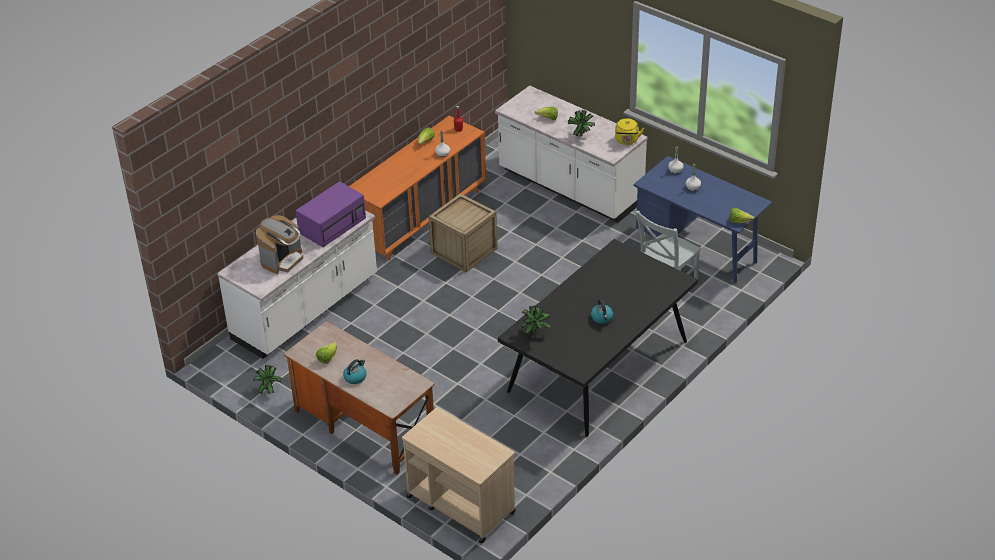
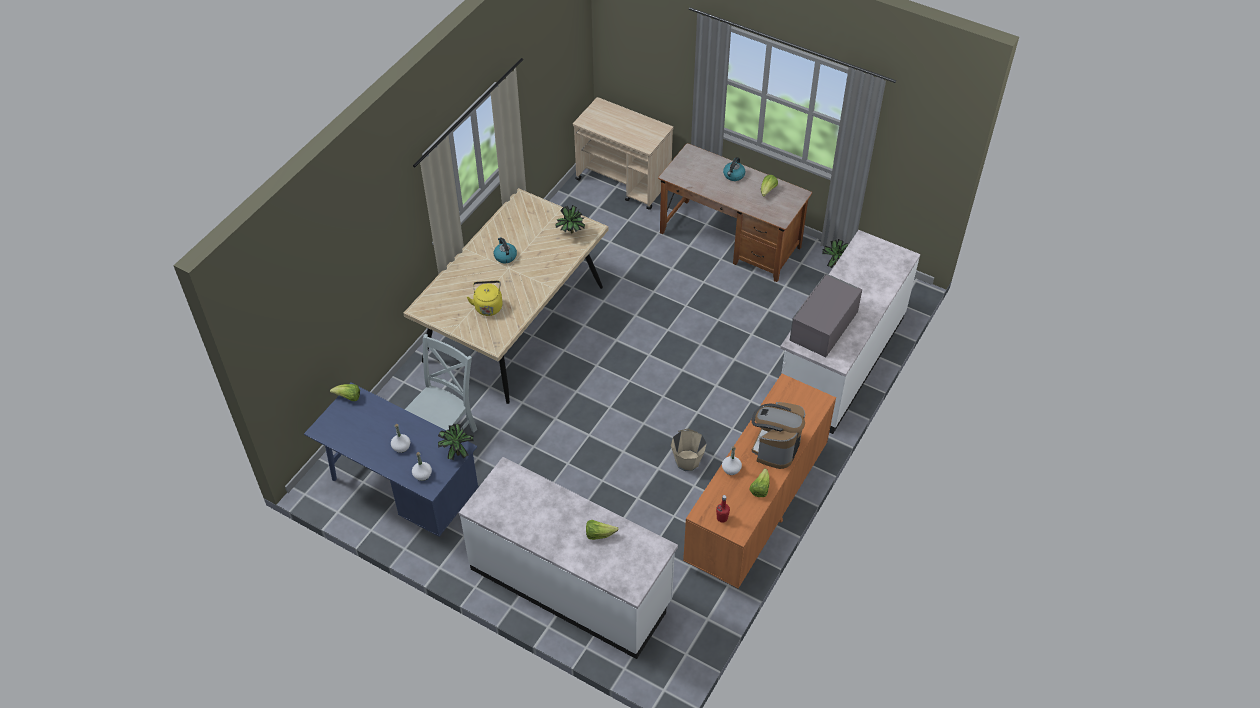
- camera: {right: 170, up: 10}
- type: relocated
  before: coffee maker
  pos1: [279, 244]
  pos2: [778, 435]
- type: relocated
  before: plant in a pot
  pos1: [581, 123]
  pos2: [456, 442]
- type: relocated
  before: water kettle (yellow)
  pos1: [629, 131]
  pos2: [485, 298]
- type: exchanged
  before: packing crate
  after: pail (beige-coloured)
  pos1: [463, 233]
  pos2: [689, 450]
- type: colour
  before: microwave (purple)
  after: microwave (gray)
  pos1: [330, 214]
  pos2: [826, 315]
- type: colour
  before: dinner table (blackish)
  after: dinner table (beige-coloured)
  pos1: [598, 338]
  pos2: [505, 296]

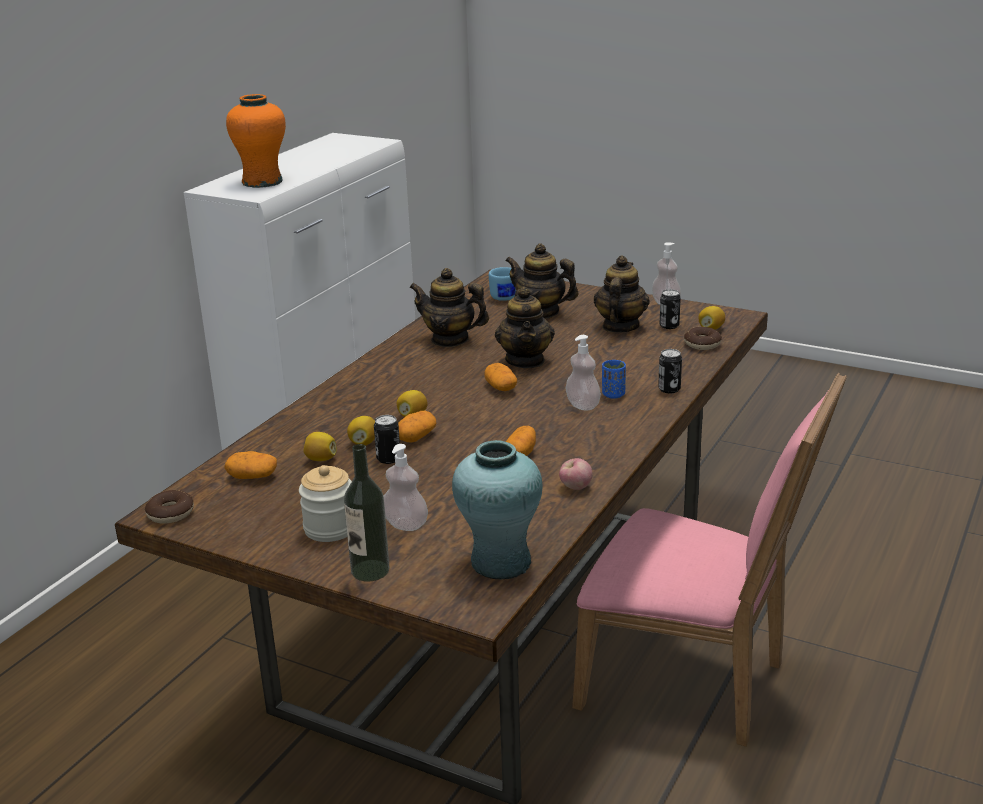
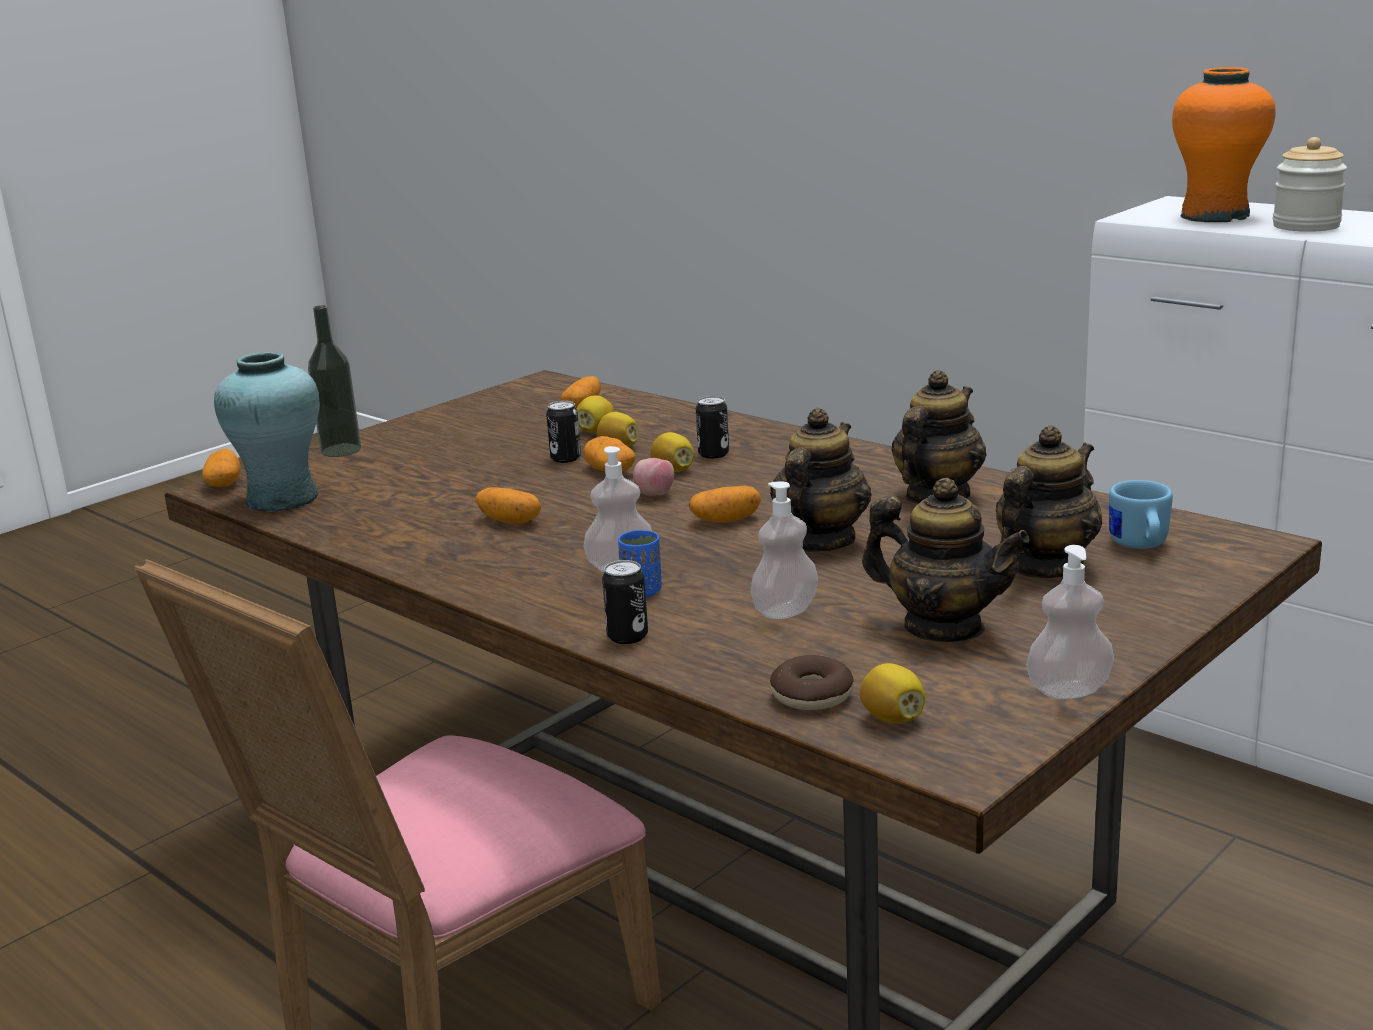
- camera: {right: 105, up: -5}
- type: missing
  before: ring doughnut
  pos1: [169, 507]
- type: appeared
  after: spud
  pos2: [221, 468]
- type: relocated
  before: preserve jar
  pos1: [325, 503]
  pos2: [1310, 184]
- type: relocated
  before: liquid soap bottle
  pos1: [406, 487]
  pos2: [784, 550]
- type: relocated
  before: apple
  pos1: [576, 474]
  pos2: [653, 477]
- type: relocated
  before: metal can
  pos1: [670, 309]
  pos2: [712, 427]
- type: spun
  before: tea pot
  pos1: [525, 327]
  pos2: [821, 480]
  turn: 105

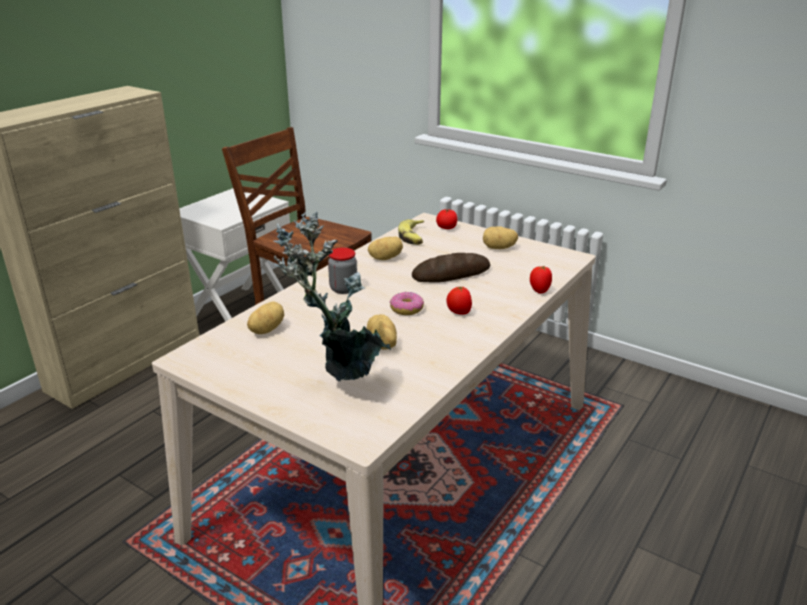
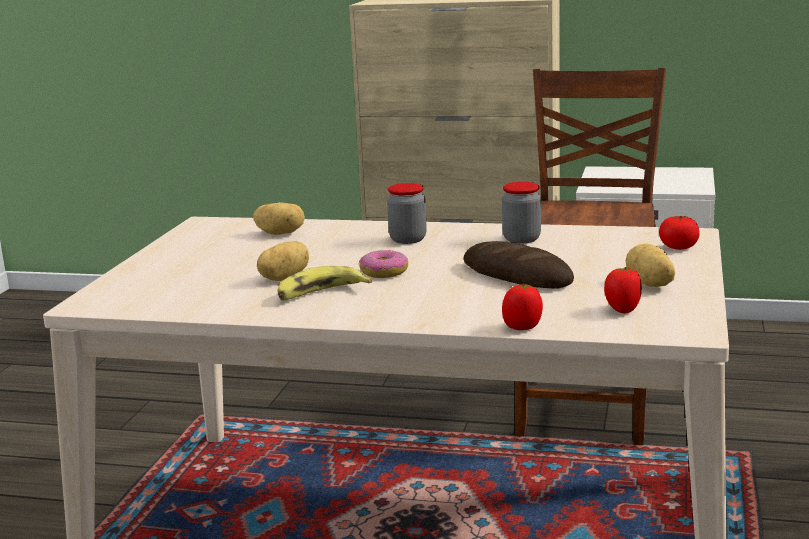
- camera: {right: 70, up: -10}
- type: missing
  before: plant in a pot
  pos1: [332, 297]
- type: relocated
  before: whole banana
  pos1: [411, 232]
  pos2: [324, 283]
- type: relocated
  before: whole tomato
  pos1: [459, 300]
  pos2: [623, 290]
- type: exchanged
  before: spud
  after: preserve jar
  pos1: [385, 248]
  pos2: [521, 213]

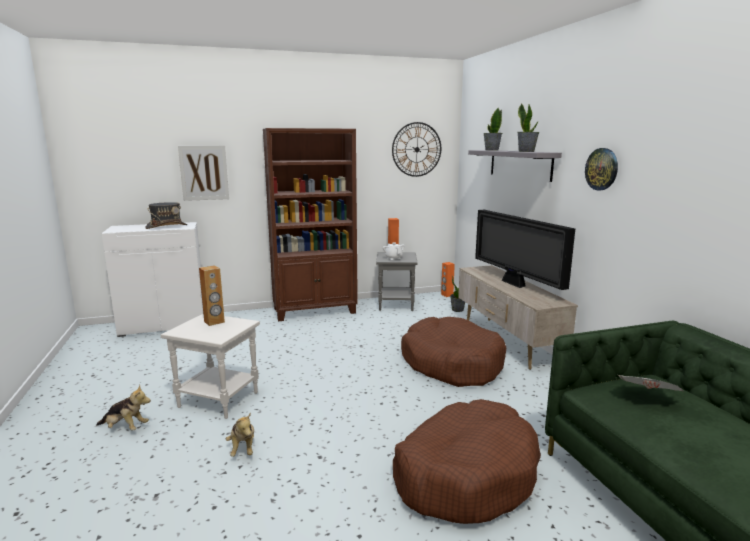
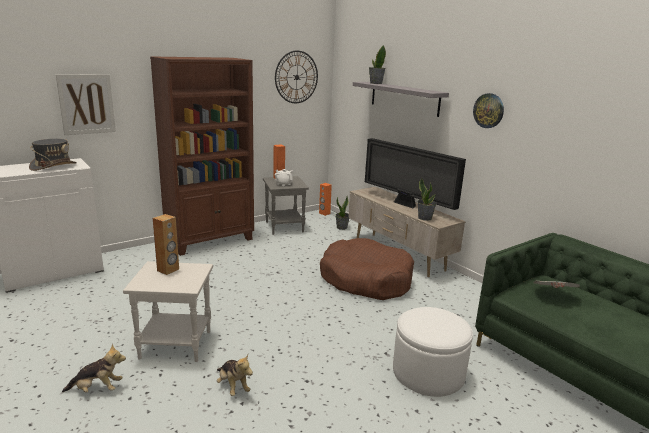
- camera: {right: -20, up: 5}
- type: relocated
  before: plant in a pot
  pos1: [528, 127]
  pos2: [427, 199]
- type: exchanged
  before: dog cushion (brownish)
  after: ottoman (white-coloured)
  pos1: [467, 461]
  pos2: [433, 352]

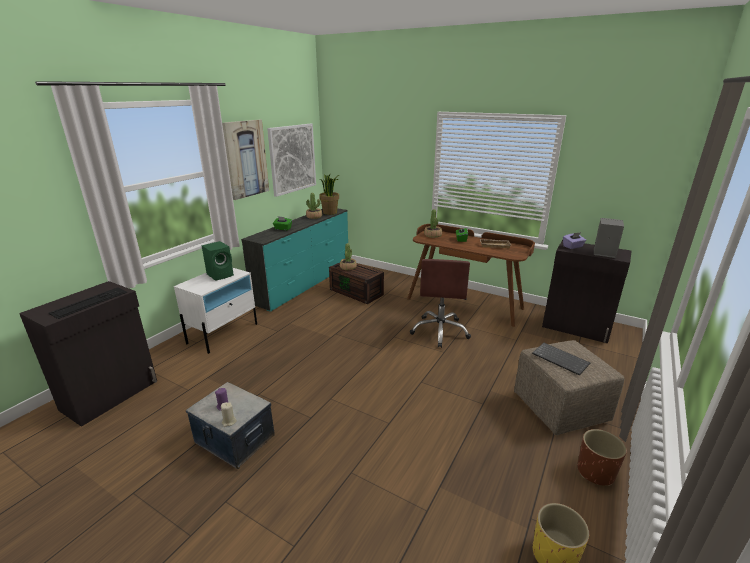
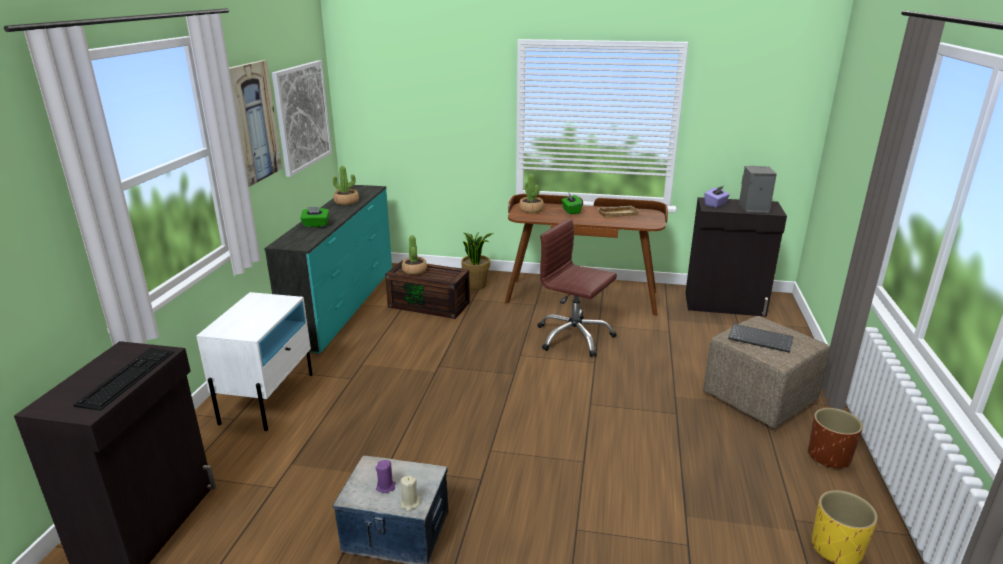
- camera: {right: -20, up: 0}
- type: missing
  before: loudspeaker (greenish)
  pos1: [217, 261]
- type: relocated
  before: plant in a pot
  pos1: [329, 194]
  pos2: [477, 261]
- type: spun
  before: office chair (brownish)
  pos1: [440, 303]
  pos2: [577, 287]
  turn: 135

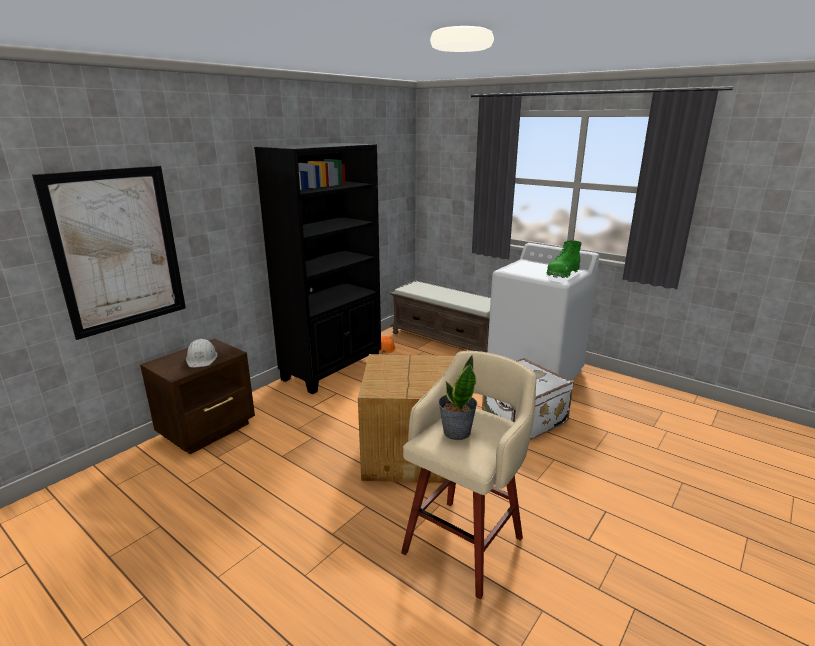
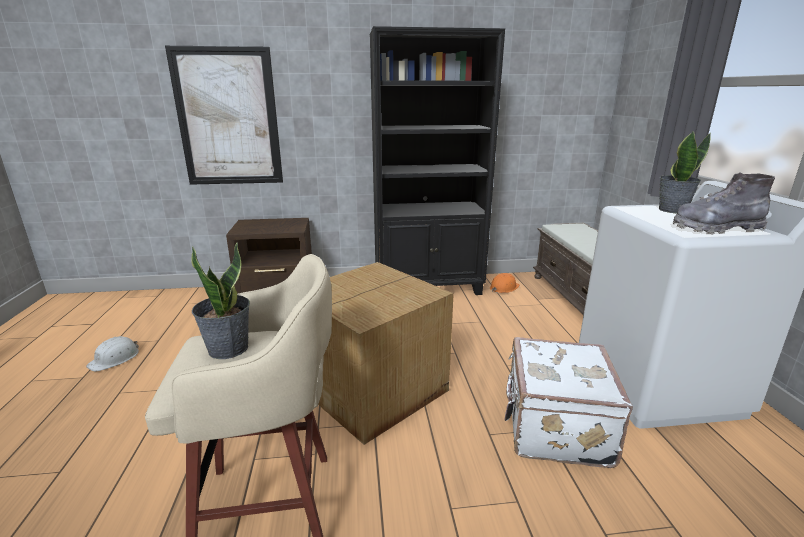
- camera: {right: 45, up: 0}
- type: appeared
  after: plant in a pot
  pos2: [685, 172]
- type: relocated
  before: safety helmet (white-coloured)
  pos1: [202, 353]
  pos2: [112, 354]
- type: colour
  before: boot (greenish)
  after: boot (gray)
  pos1: [564, 259]
  pos2: [724, 203]

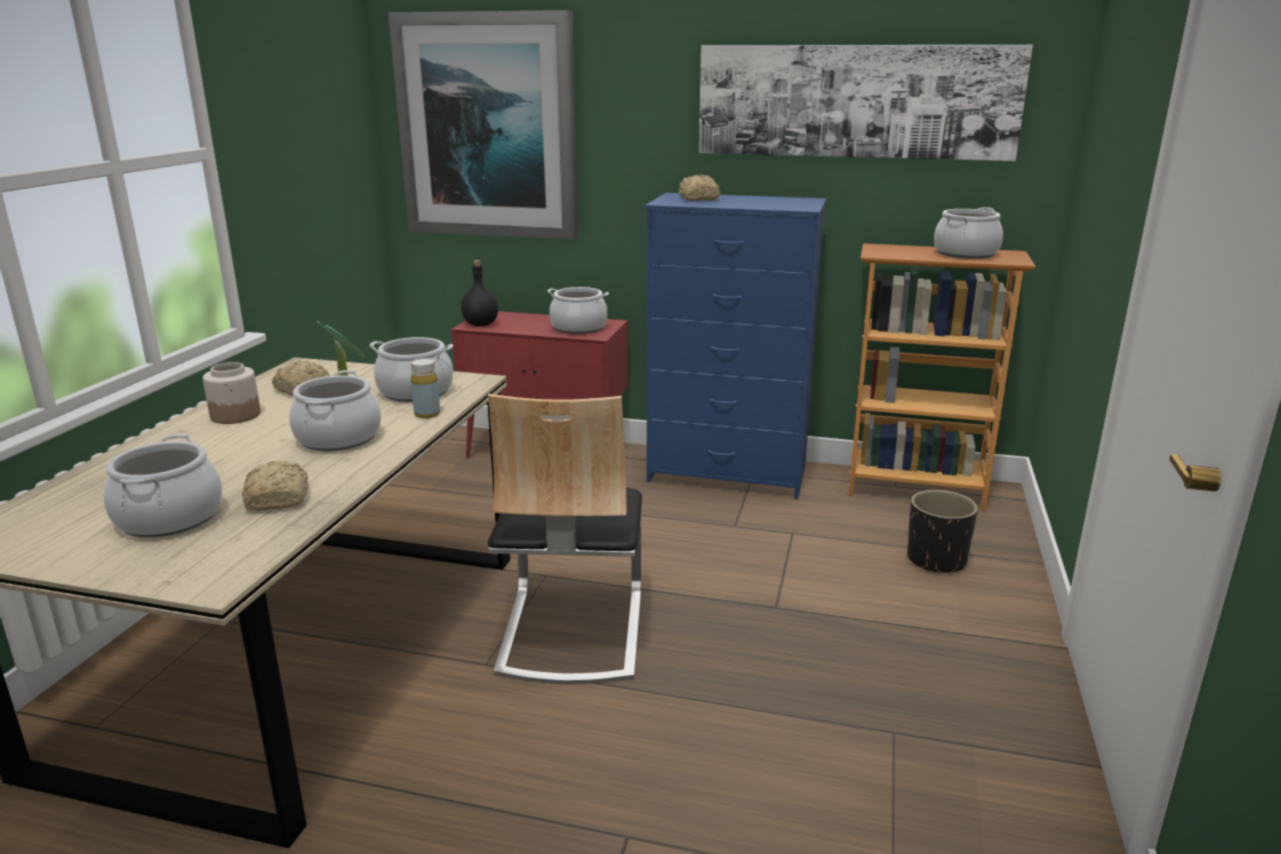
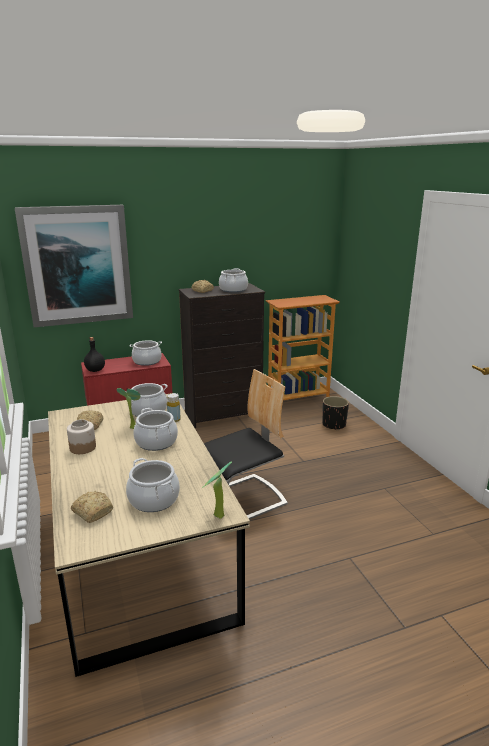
- camera: {right: -35, up: 0}
- type: missing
  before: wall picture
  pos1: [866, 103]
- type: appeared
  after: plant in a pot
  pos2: [217, 490]
- type: relocated
  before: baked bread
  pos1: [275, 486]
  pos2: [92, 507]
- type: relocated
  before: stockpot
  pos1: [968, 233]
  pos2: [233, 280]
- type: colour
  before: drawer chest (blue)
  after: drawer chest (blackish)
  pos1: [735, 346]
  pos2: [221, 355]
- type: spun
  before: upright chair
  pos1: [565, 539]
  pos2: [246, 444]
  turn: -90

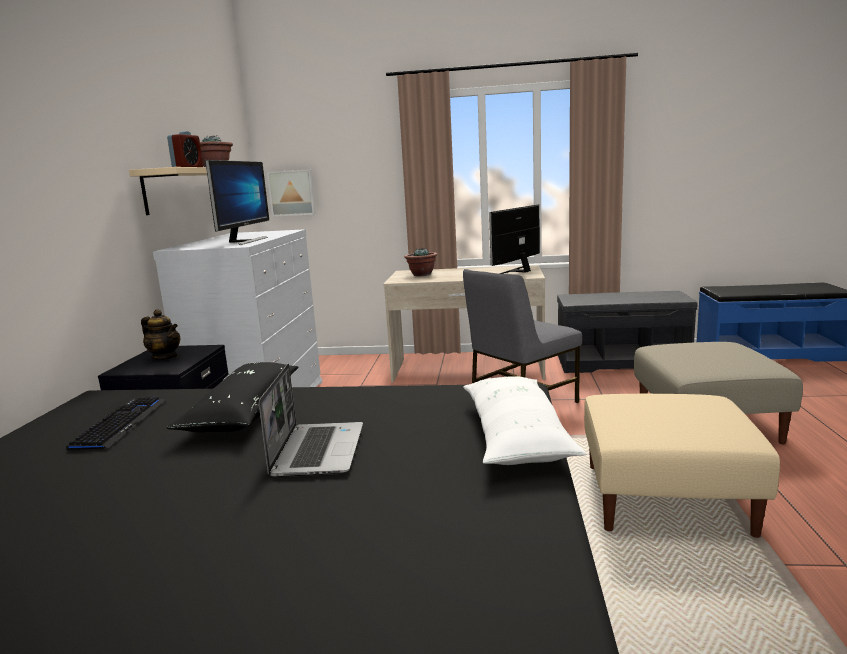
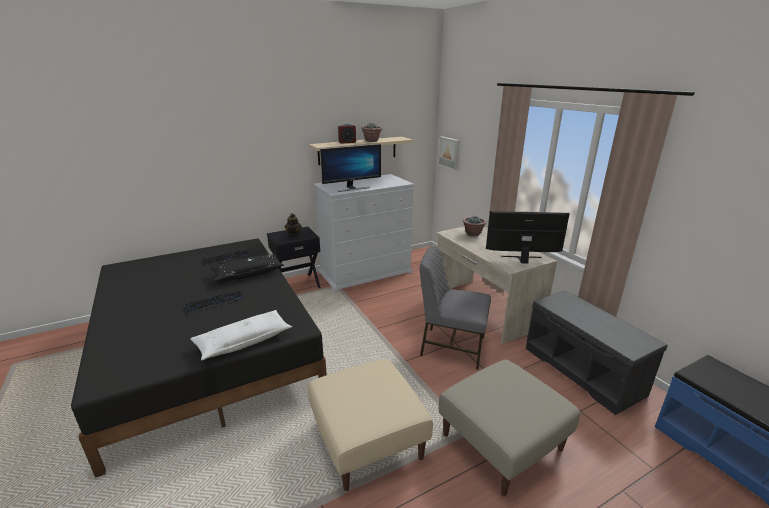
- camera: {right: 55, up: 10}
- type: exchanged
  before: portable computer
  after: PC keyboard
  pos1: [311, 420]
  pos2: [214, 302]

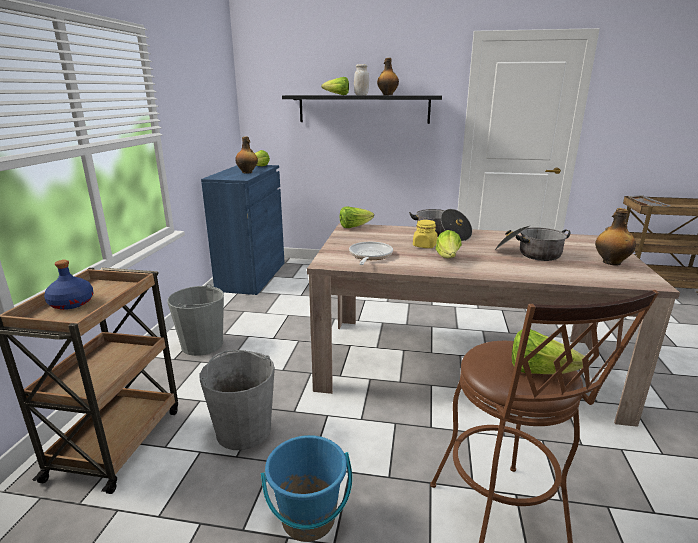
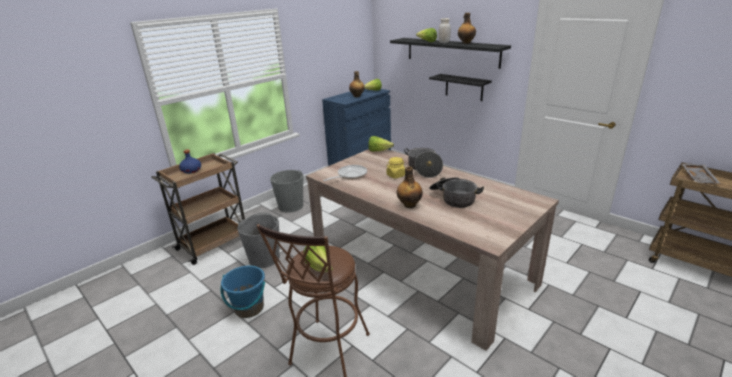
- camera: {right: 35, up: 5}
- type: missing
  before: lettuce
  pos1: [448, 244]
- type: appeared
  after: wall shelf (blackish)
  pos2: [460, 87]
- type: relocated
  before: bottle
  pos1: [615, 237]
  pos2: [410, 187]

